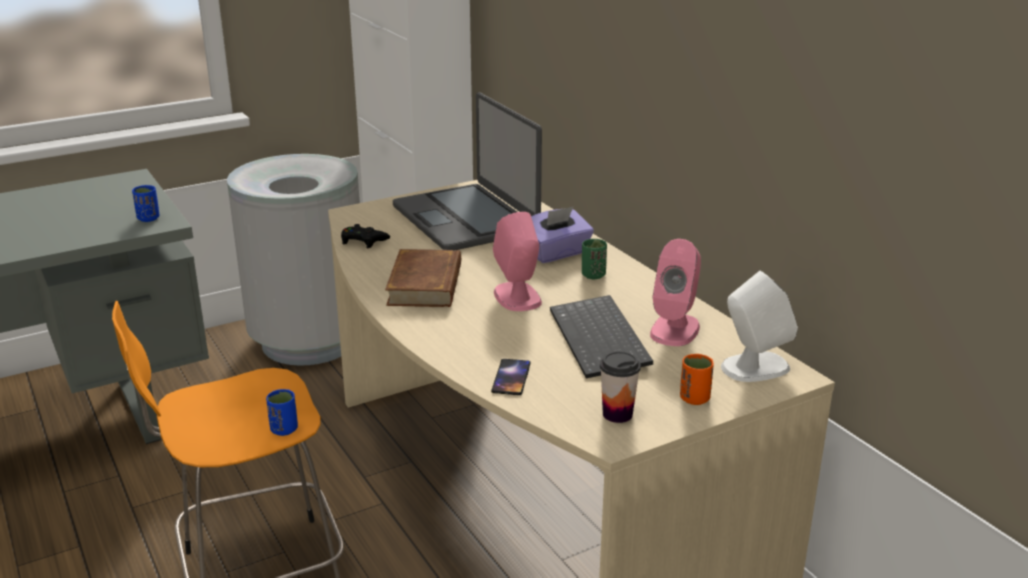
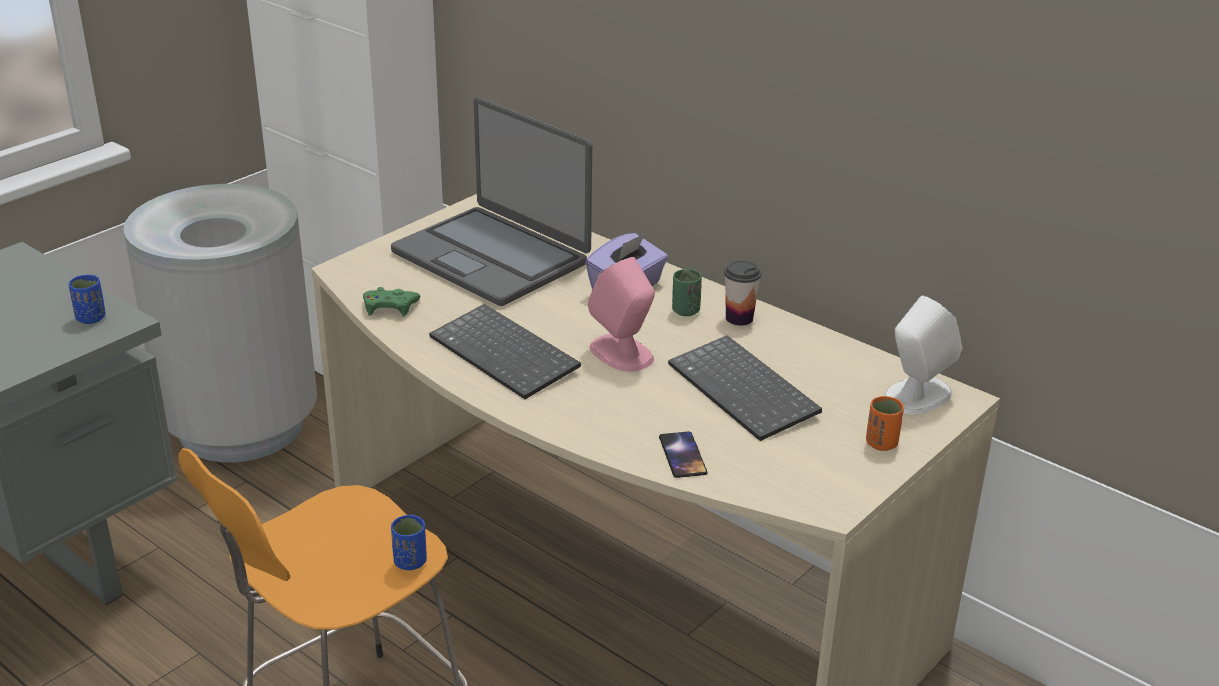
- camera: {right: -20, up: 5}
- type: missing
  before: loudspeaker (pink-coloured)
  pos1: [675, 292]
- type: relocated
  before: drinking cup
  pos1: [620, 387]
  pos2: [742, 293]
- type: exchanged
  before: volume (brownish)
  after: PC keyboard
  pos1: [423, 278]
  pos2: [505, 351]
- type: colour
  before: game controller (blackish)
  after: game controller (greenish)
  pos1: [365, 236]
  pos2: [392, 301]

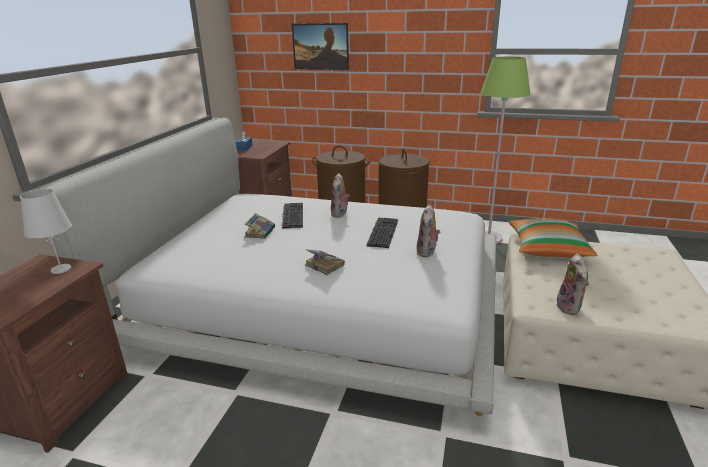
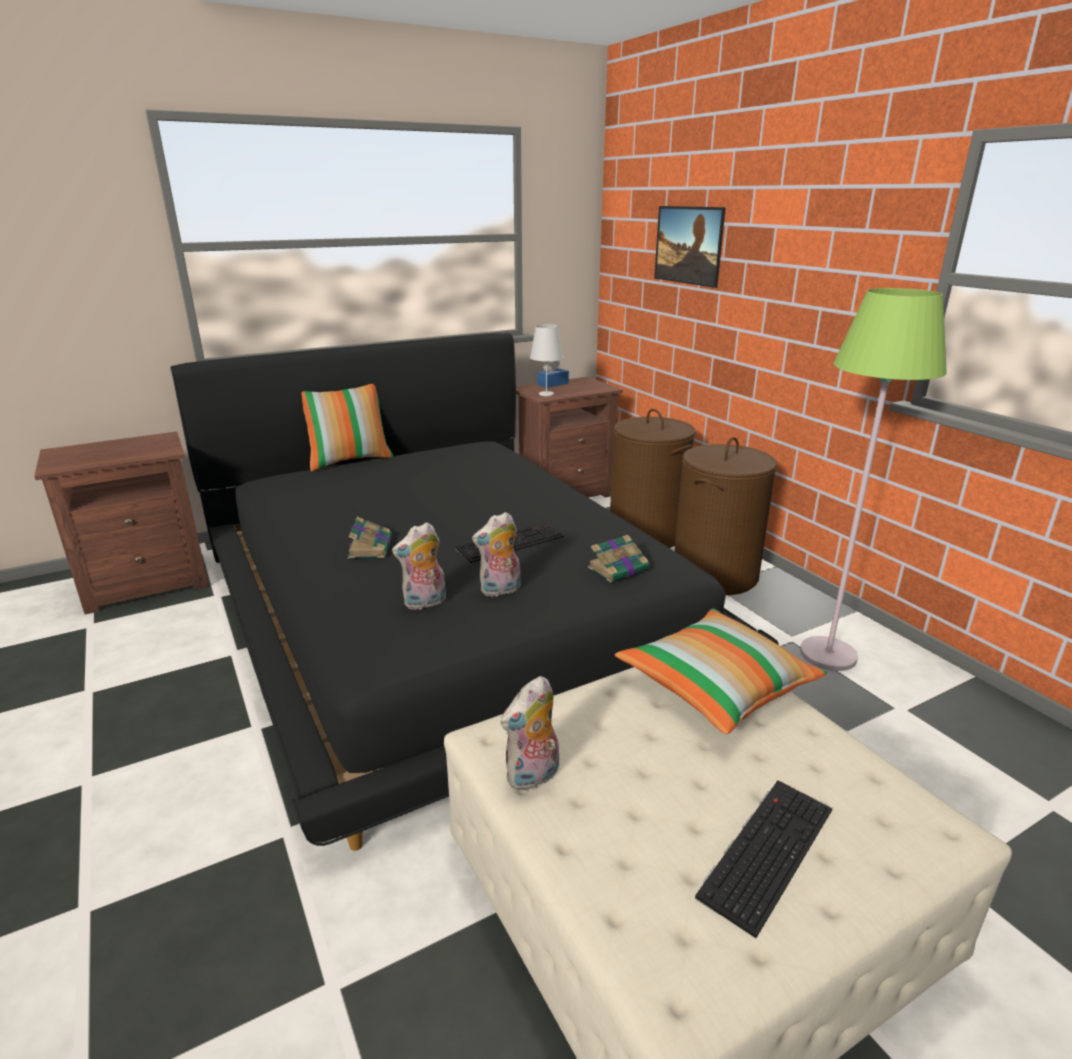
- camera: {right: 45, up: 0}
- type: appeared
  after: cushion
  pos2: [347, 428]
- type: relocated
  before: tabletop lamp (white-coloured)
  pos1: [46, 231]
  pos2: [546, 360]
- type: relocated
  before: volume
  pos1: [259, 226]
  pos2: [619, 558]
- type: relocated
  before: PC keyboard
  pos1: [292, 216]
  pos2: [763, 859]
- type: relocated
  before: plush toy
  pos1: [340, 195]
  pos2: [419, 566]
- type: colour
  before: bed (white-coloured)
  after: bed (blackish)
  pos1: [268, 267]
  pos2: [475, 592]

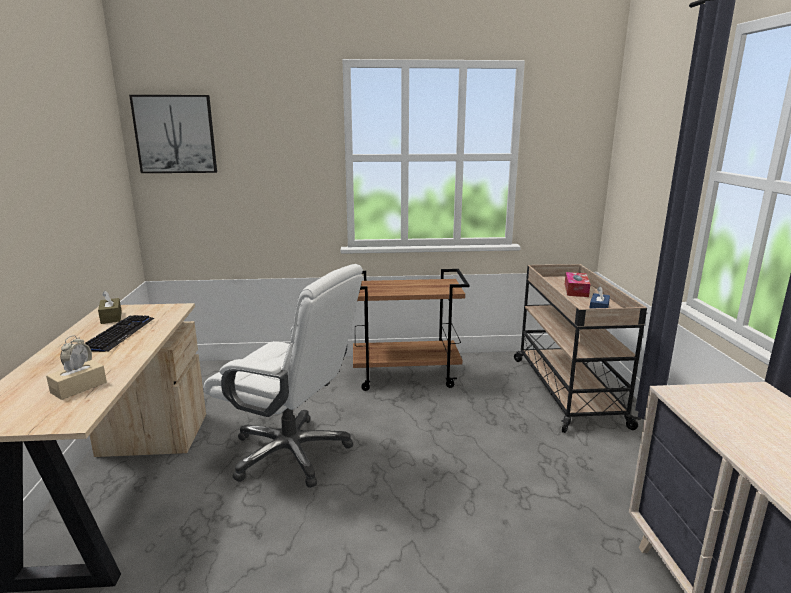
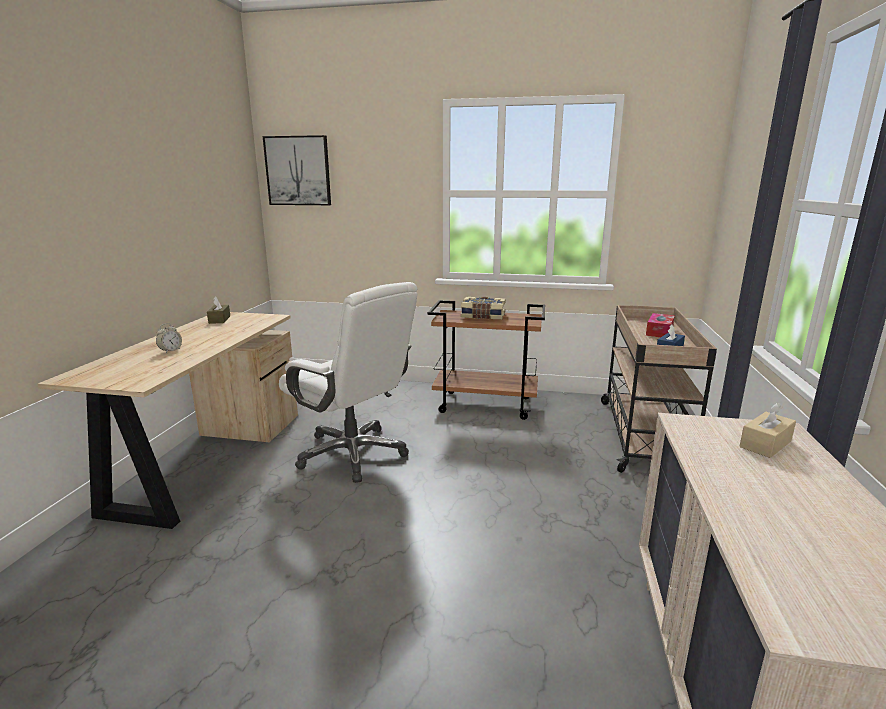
- camera: {right: 15, up: 0}
- type: missing
  before: PC keyboard
  pos1: [119, 333]
- type: appeared
  after: volume
  pos2: [483, 308]
- type: relocated
  before: box of tissues (beige-coloured)
  pos1: [76, 376]
  pos2: [767, 430]

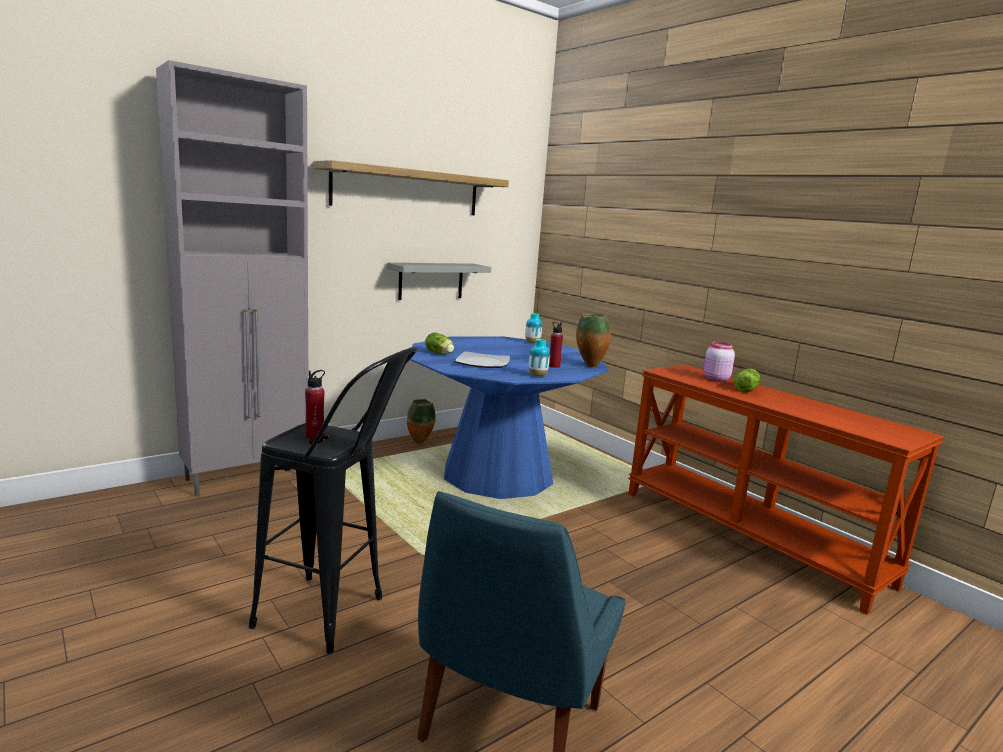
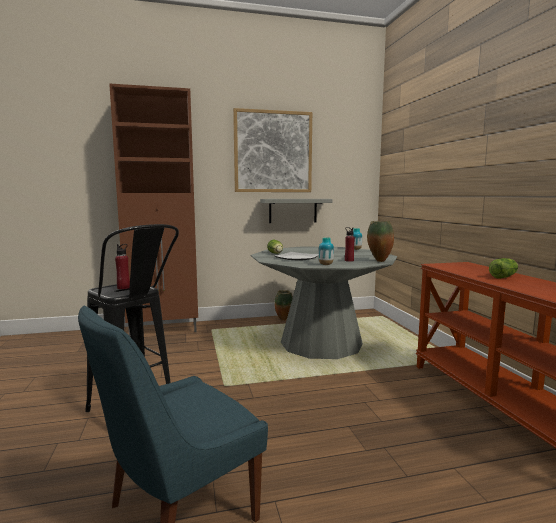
- camera: {right: 25, up: -5}
- type: missing
  before: preserve jar (pink-coloured)
  pos1: [719, 362]
- type: exchanged
  before: wall shelf
  after: wall picture
  pos1: [411, 187]
  pos2: [272, 150]
- type: colour
  before: cabinet (gray)
  after: cabinet (brownish)
  pos1: [232, 278]
  pos2: [153, 210]
- type: colour
  before: dinner table (blue)
  after: dinner table (gray)
  pos1: [509, 417]
  pos2: [323, 303]

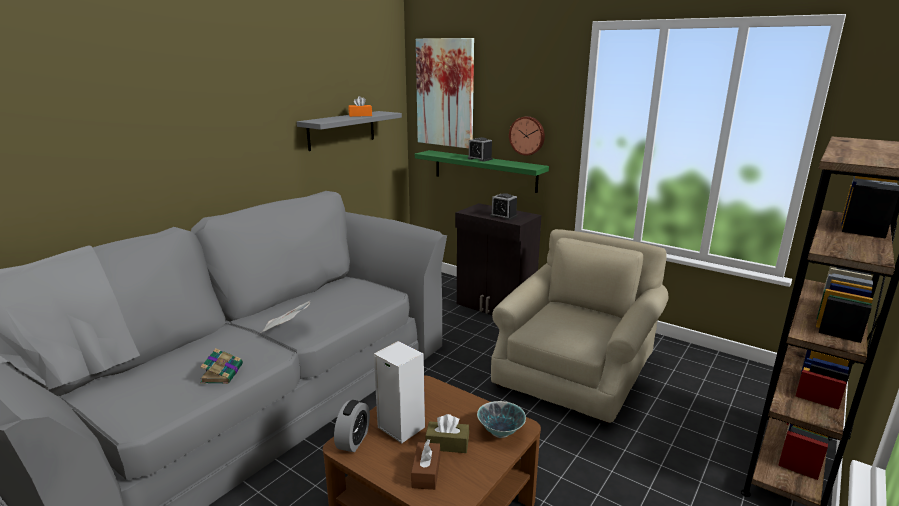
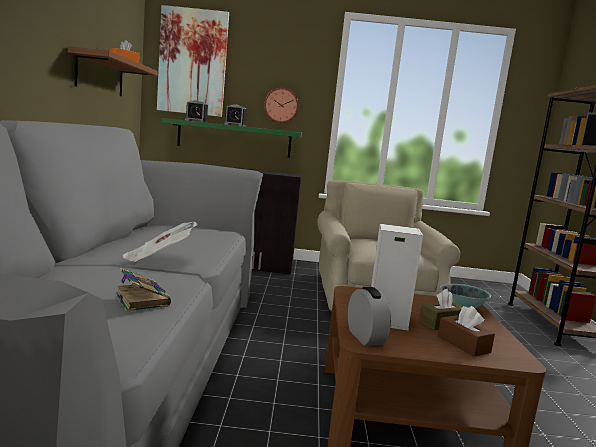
- camera: {right: -35, up: -10}
- type: relocated
  before: bedside clock
  pos1: [504, 206]
  pos2: [196, 111]
- type: colour
  before: wall shelf (gray)
  after: wall shelf (brownish)
  pos1: [349, 131]
  pos2: [113, 71]

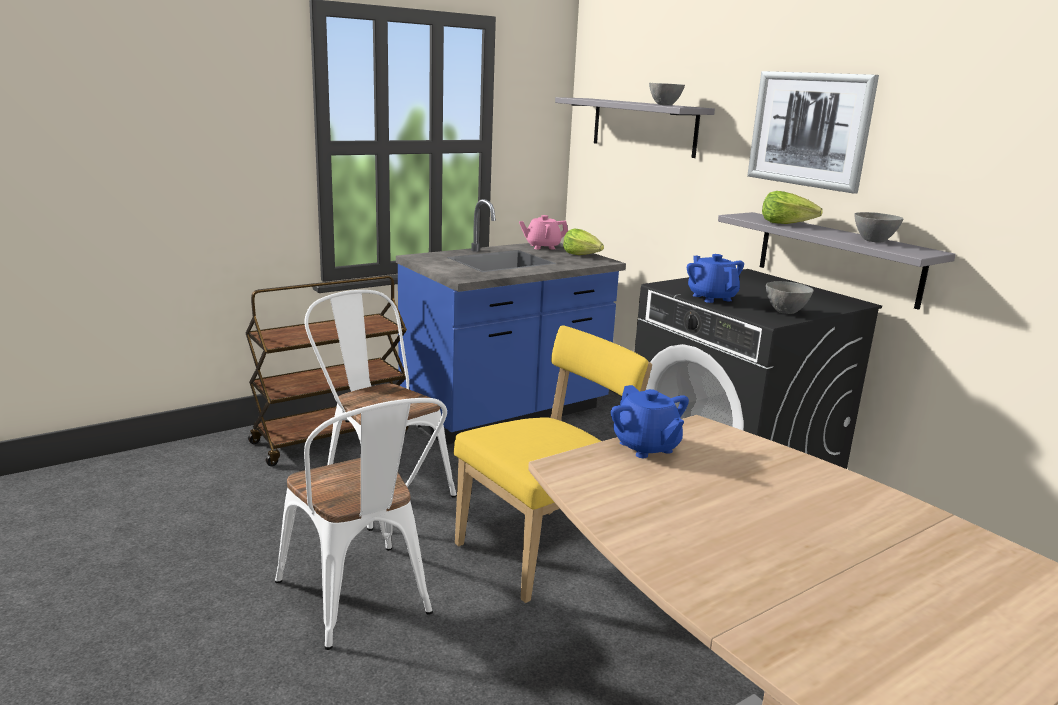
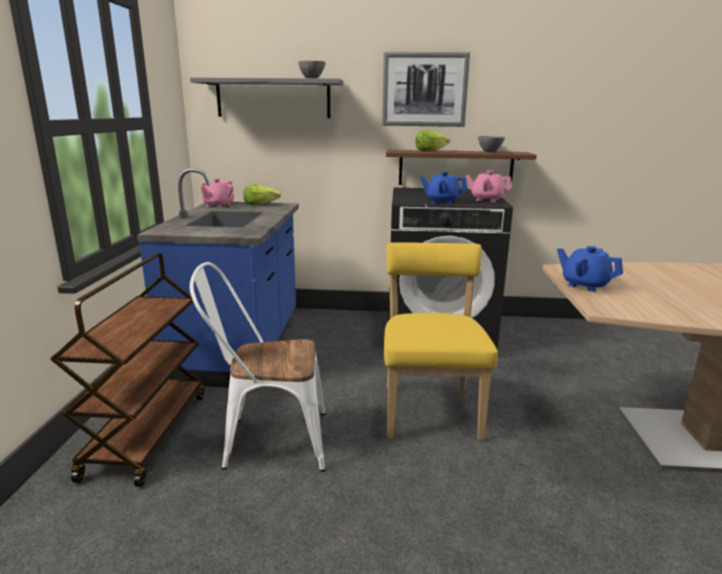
- camera: {right: -50, up: 0}
- type: missing
  before: upright chair (white-coloured)
  pos1: [361, 524]
- type: exchanged
  before: deep dish (gray)
  after: tea pot (pink-coloured)
  pos1: [790, 297]
  pos2: [489, 186]
- type: colour
  before: wall shelf (gray)
  after: wall shelf (brownish)
  pos1: [837, 261]
  pos2: [461, 167]
- type: spun
  before: tea pot (blue)
  pos1: [650, 421]
  pos2: [590, 269]
  turn: -150

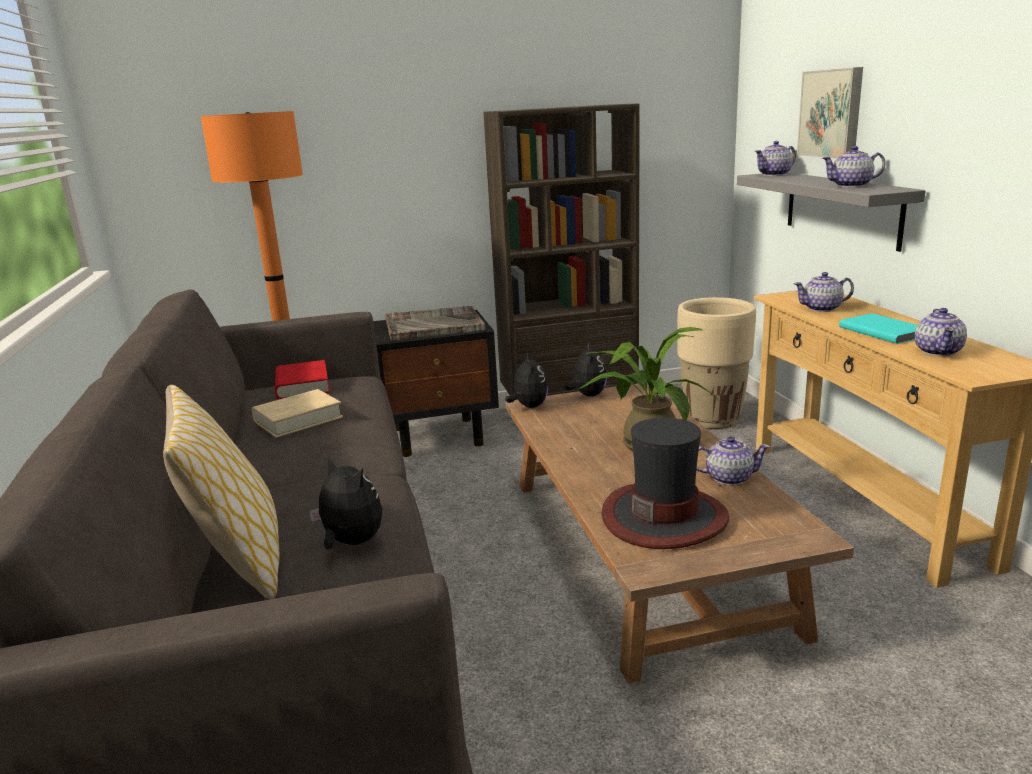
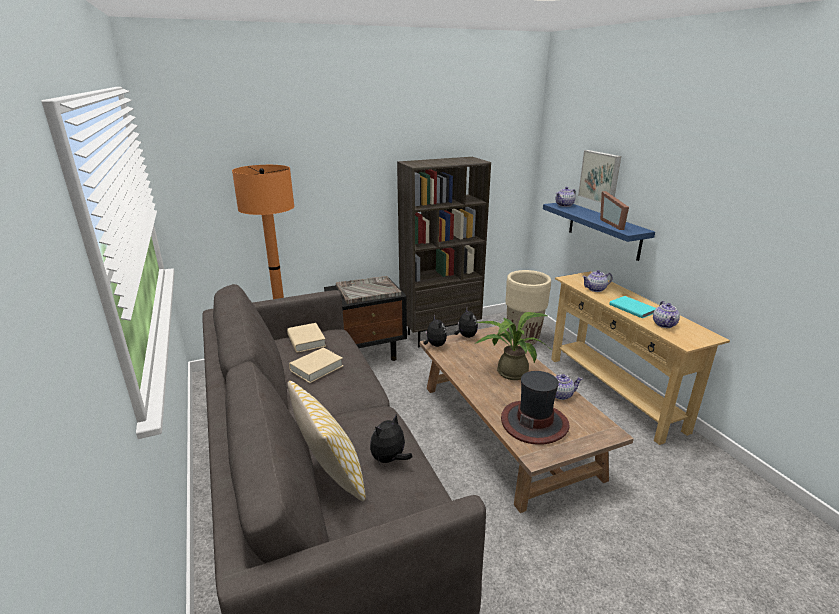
- camera: {right: -10, up: 5}
- type: exchanged
  before: tea pot
  after: picture frame
  pos1: [854, 166]
  pos2: [614, 210]
- type: colour
  before: volume (red)
  after: volume (beige-coloured)
  pos1: [302, 379]
  pos2: [306, 338]
- type: colour
  before: wall shelf (gray)
  after: wall shelf (blue)
  pos1: [831, 212]
  pos2: [599, 232]
- type: spun
  before: plush toy
  pos1: [345, 503]
  pos2: [391, 439]
  turn: -75

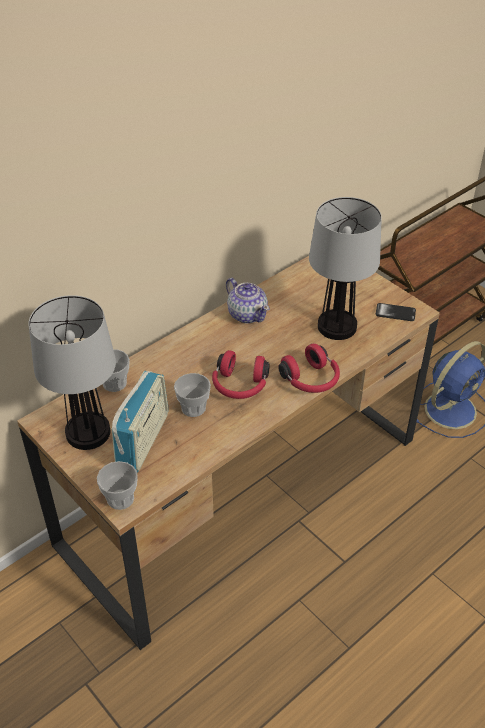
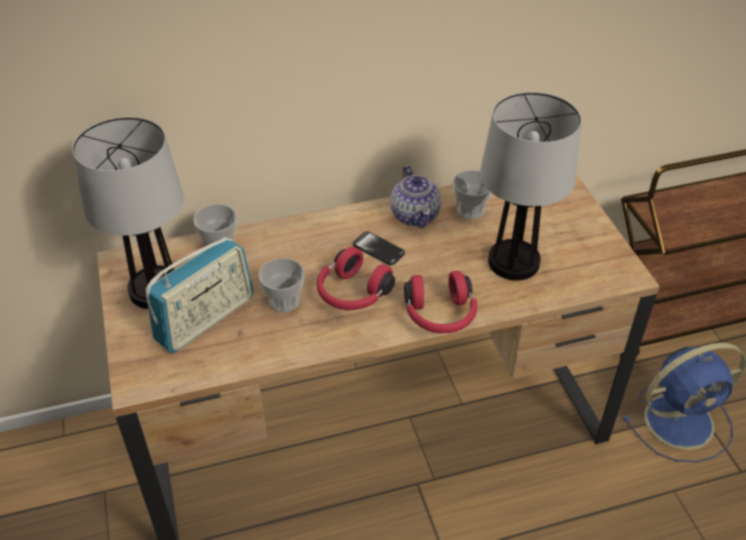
- camera: {right: 25, up: 0}
- type: relocated
  before: drinking cup
  pos1: [117, 485]
  pos2: [472, 194]
- type: relocated
  before: phone
  pos1: [396, 312]
  pos2: [379, 248]

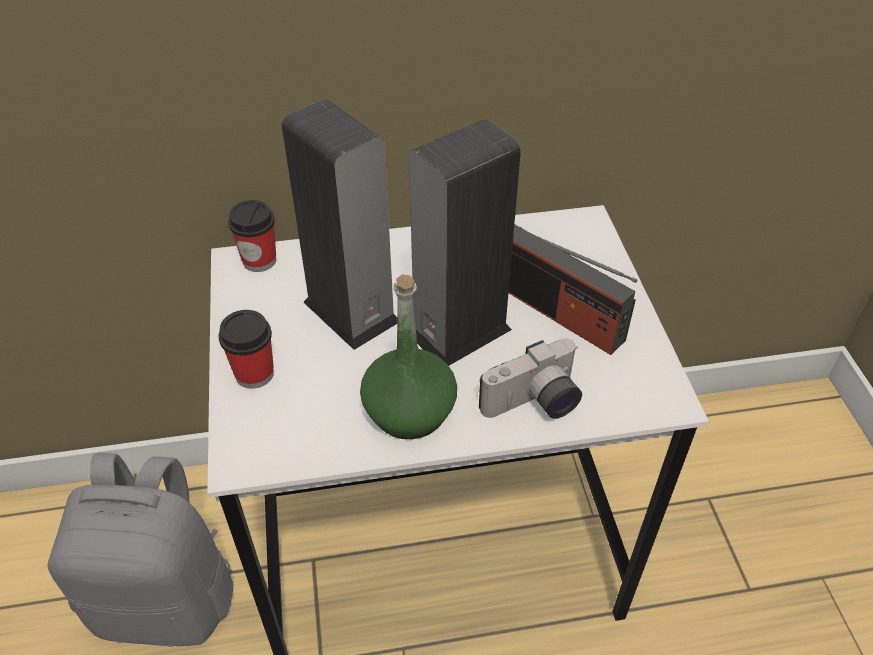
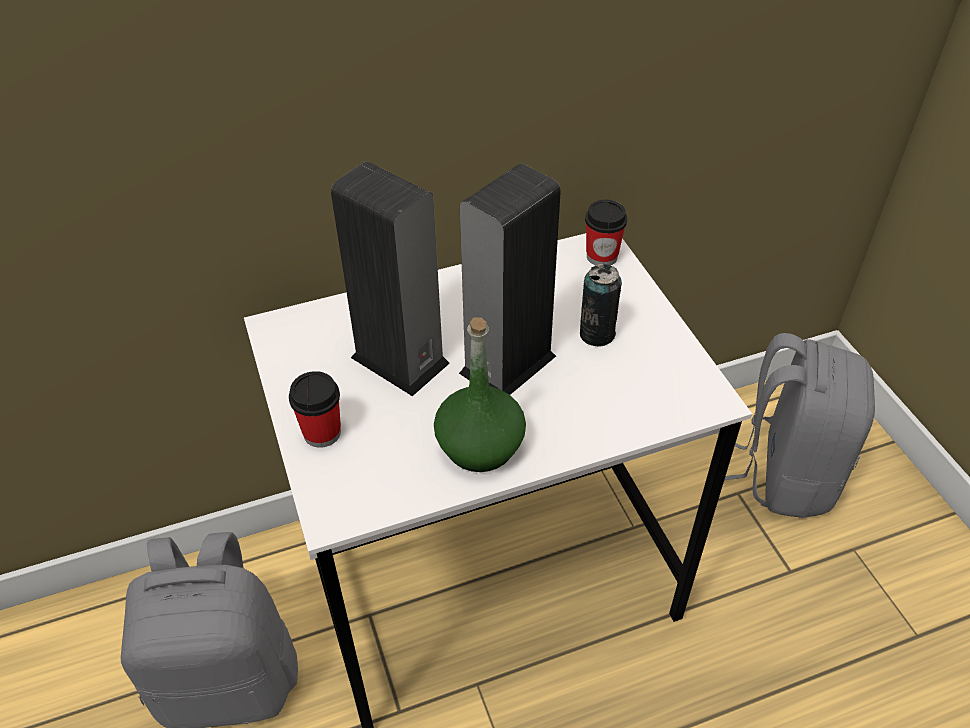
- camera: {right: -10, up: 0}
- type: missing
  before: still camera
  pos1: [530, 378]
- type: appeared
  after: rucksack (gray)
  pos2: [799, 425]
- type: relocated
  before: drinking cup
  pos1: [252, 236]
  pos2: [606, 232]
- type: exchanged
  before: radio set
  after: metal can
  pos1: [573, 289]
  pos2: [601, 305]

